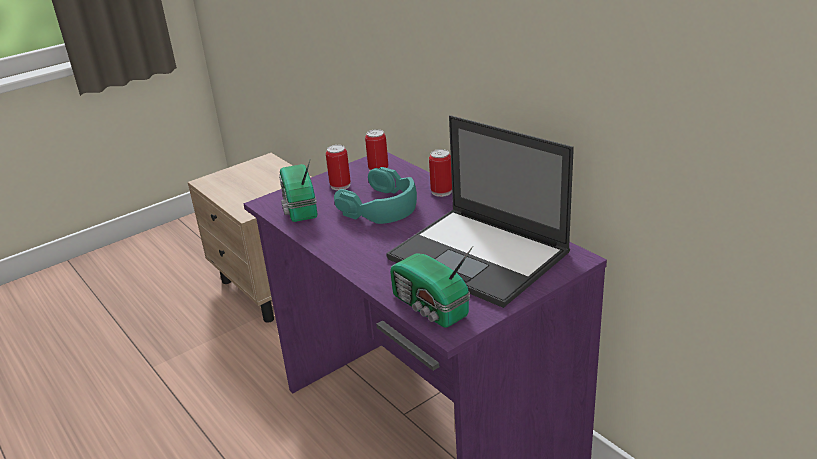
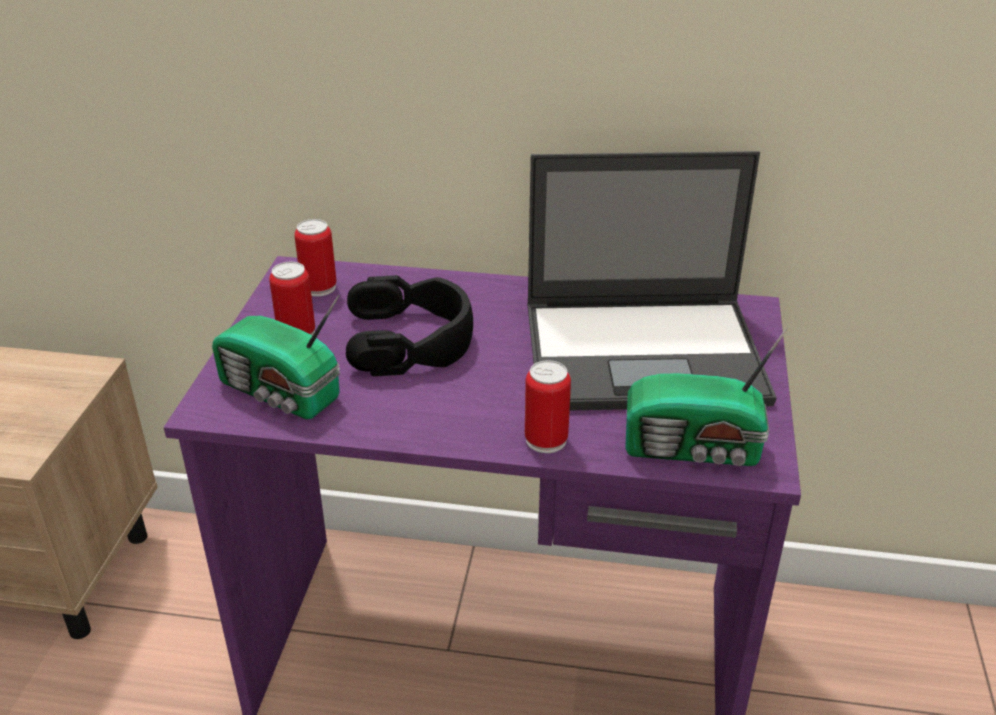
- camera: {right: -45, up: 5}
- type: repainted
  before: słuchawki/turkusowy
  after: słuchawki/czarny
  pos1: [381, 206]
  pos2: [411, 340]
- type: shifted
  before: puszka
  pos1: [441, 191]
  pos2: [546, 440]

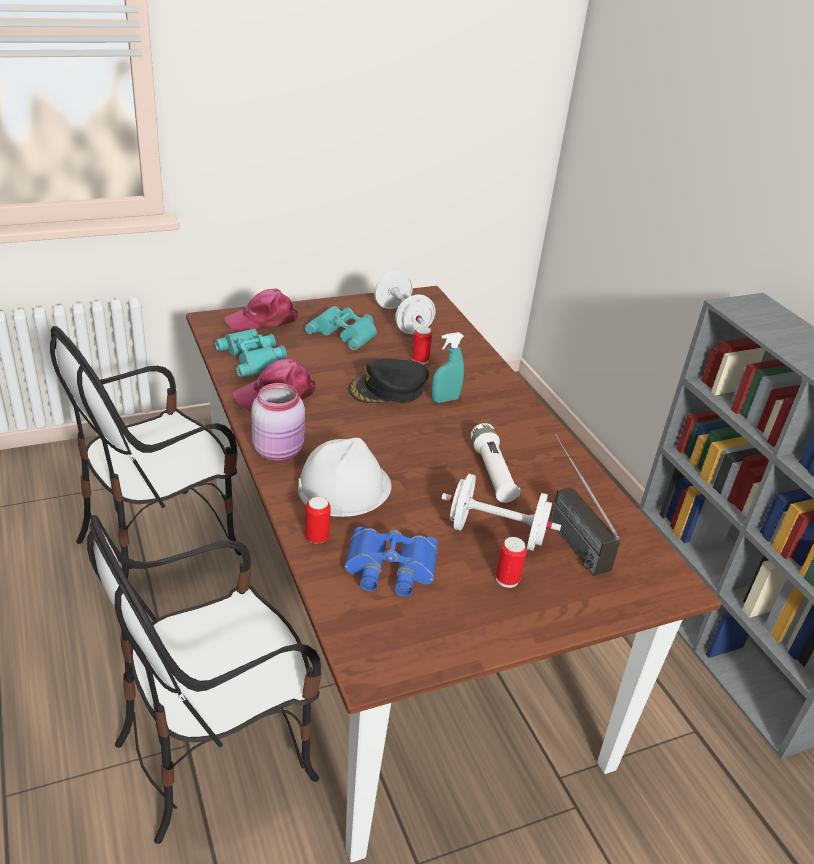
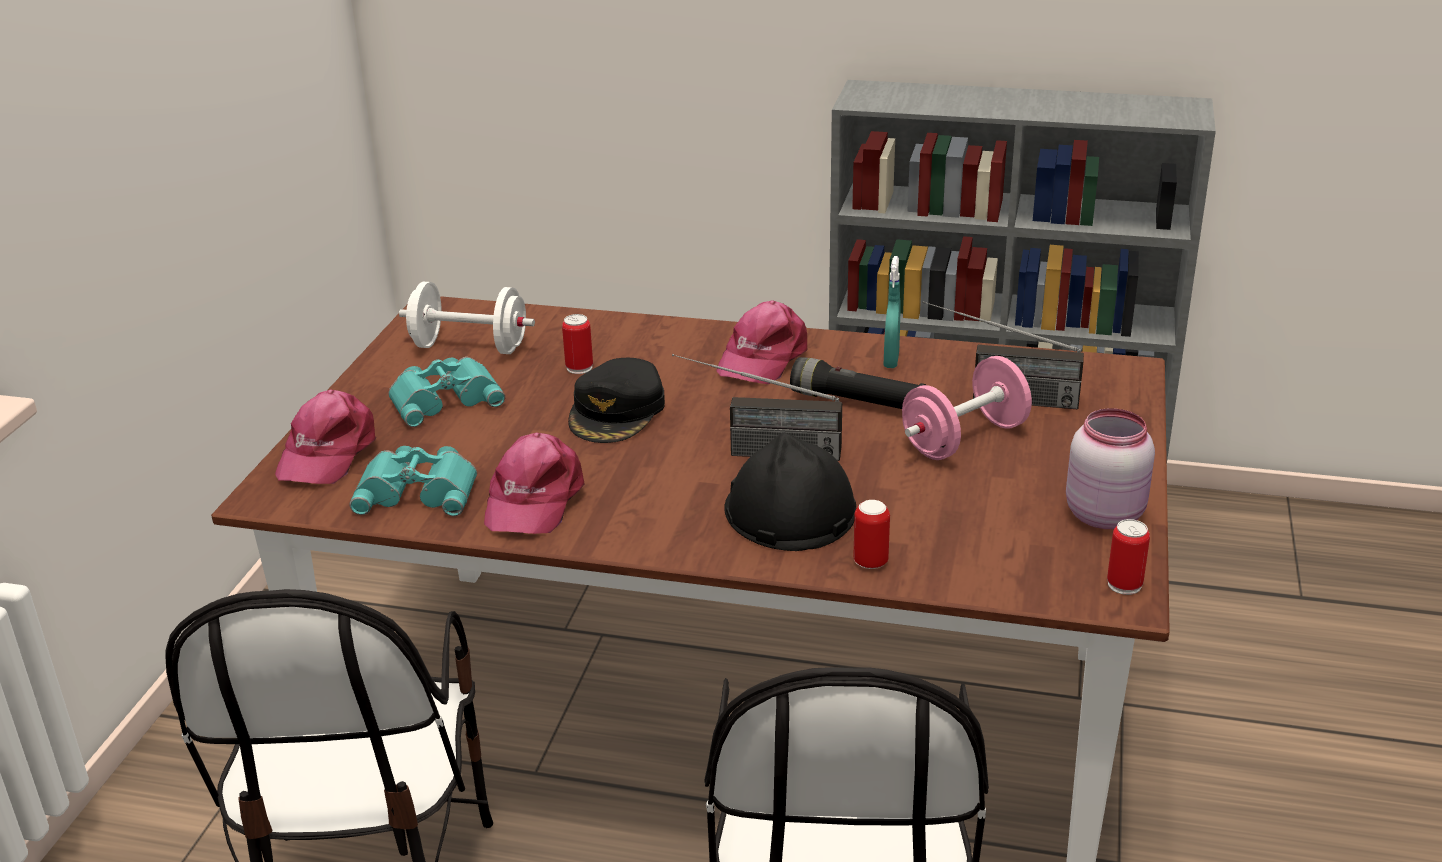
- camera: {right: -50, up: -5}
- type: new
  after: radio
  pos2: [756, 451]
- type: new
  after: czapka z daszkiem/różowy
  pos2: [762, 357]
- type: repainted
  before: kask/biały
  after: kask/czarny
  pos1: [344, 486]
  pos2: [789, 511]
- type: repainted
  before: latarka/biały
  after: latarka/czarny
  pos1: [492, 472]
  pos2: [857, 403]
- type: shifted
  before: spryskiwacz/turkusowy
  pos1: [445, 400]
  pos2: [891, 360]
- type: repainted
  before: hantel/biały
  after: hantel/różowy
  pos1: [496, 533]
  pos2: [964, 439]
- type: shifted
  before: słoik/różowy
  pos1: [279, 450]
  pos2: [1104, 513]
- type: shifted
  before: puszka
  pos1: [507, 579]
  pos2: [1124, 584]
- type: gone
  before: lornetka/niebieski
  pos1: [389, 568]

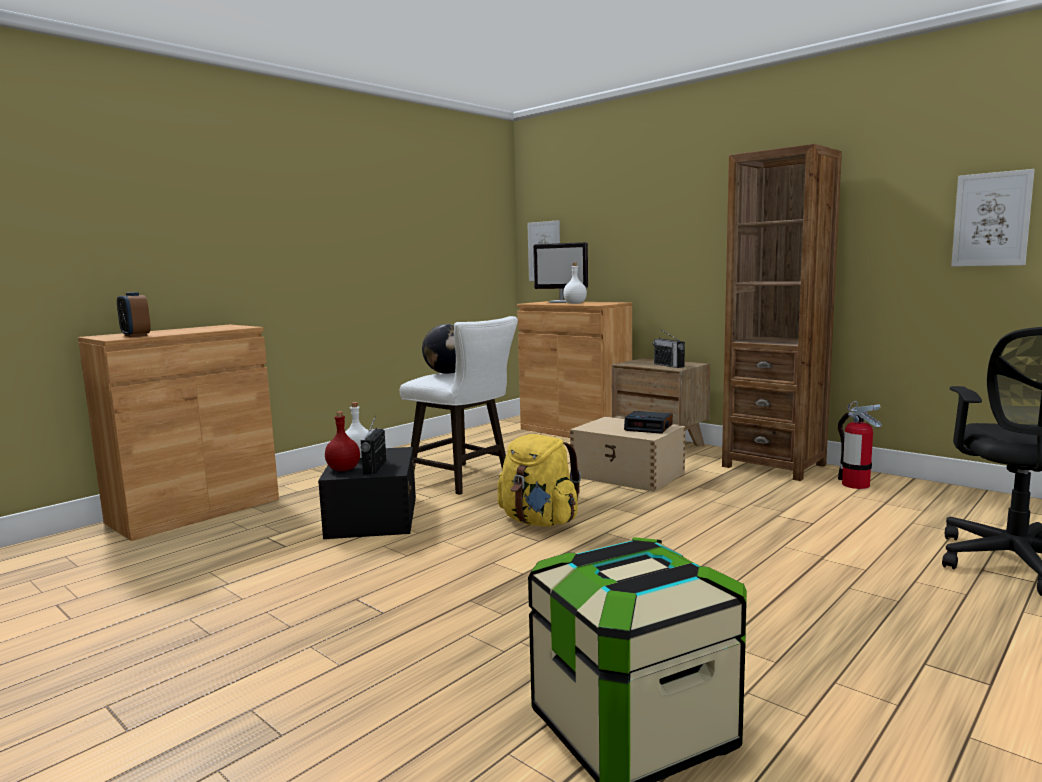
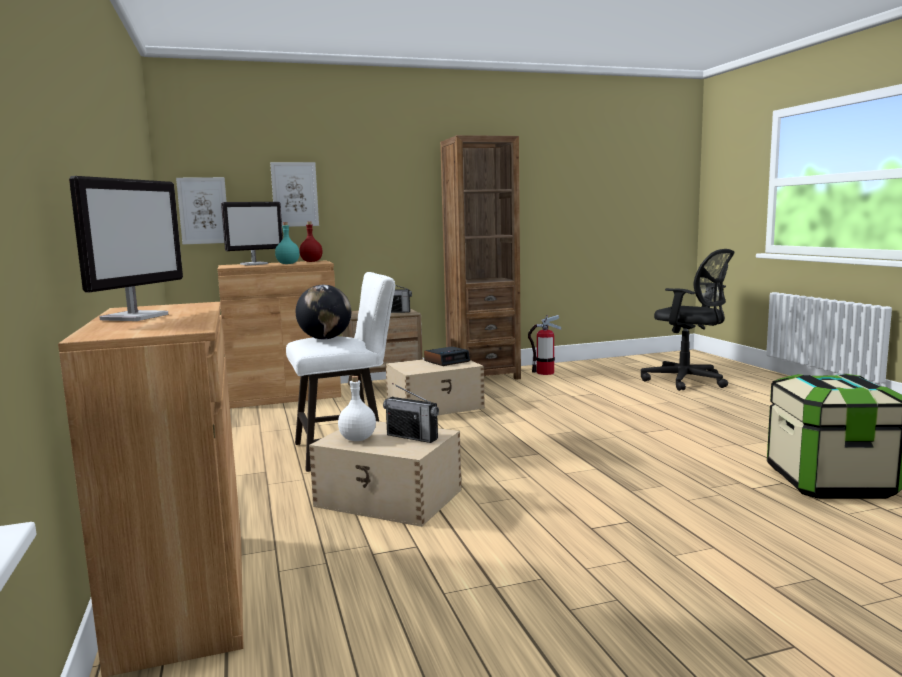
- camera: {right: -60, up: 0}
- type: new
  after: monitor
  pos2: [135, 317]
- type: shifted
  before: obraz
  pos1: [991, 219]
  pos2: [295, 194]
- type: repainted
  before: butelka/biały
  after: butelka/turkusowy
  pos1: [575, 303]
  pos2: [288, 264]
- type: shifted
  before: butelka/czerwony
  pos1: [343, 469]
  pos2: [312, 261]
- type: repainted
  before: pojemnik do przechowywania/czarny
  after: pojemnik do przechowywania/beżowy
  pos1: [372, 517]
  pos2: [389, 498]
- type: gone
  before: budzik
  pos1: [135, 335]
- type: gone
  before: plecak/żółty
  pos1: [539, 521]

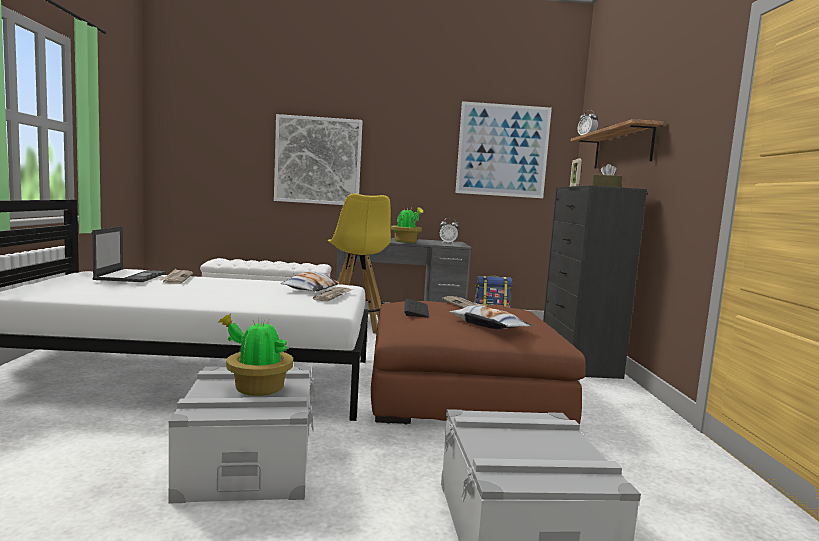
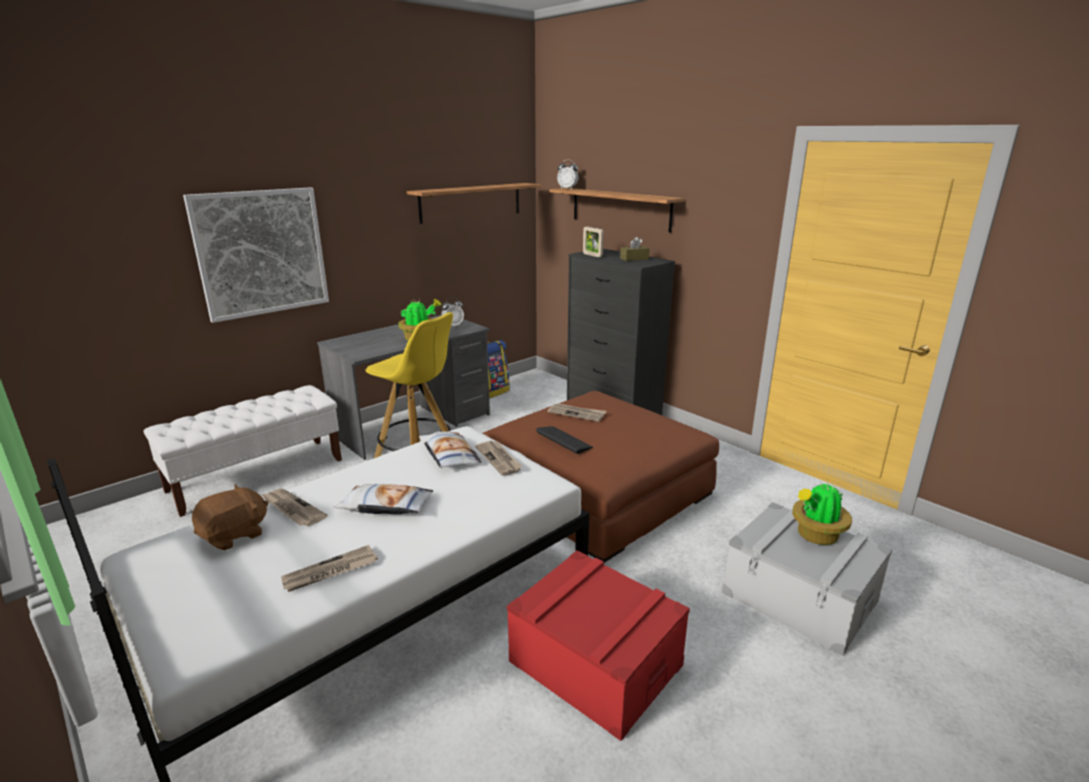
- camera: {right: -40, up: 15}
- type: swapped
  before: laptop
  after: pluszak/brązowy
  pos1: [131, 276]
  pos2: [234, 535]
- type: new
  after: gazeta
  pos2: [330, 572]
- type: shifted
  before: poduszka
  pos1: [489, 325]
  pos2: [385, 506]
- type: swapped
  before: obraz
  after: półka
  pos1: [502, 150]
  pos2: [471, 202]
- type: repainted
  before: pojemnik do przechowywania/szary
  after: pojemnik do przechowywania/czerwony
  pos1: [248, 461]
  pos2: [595, 663]
- type: shifted
  before: roślina doniczkowa
  pos1: [257, 389]
  pos2: [816, 536]

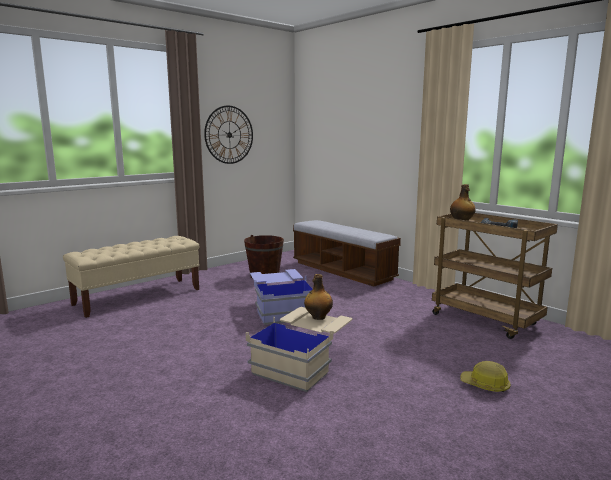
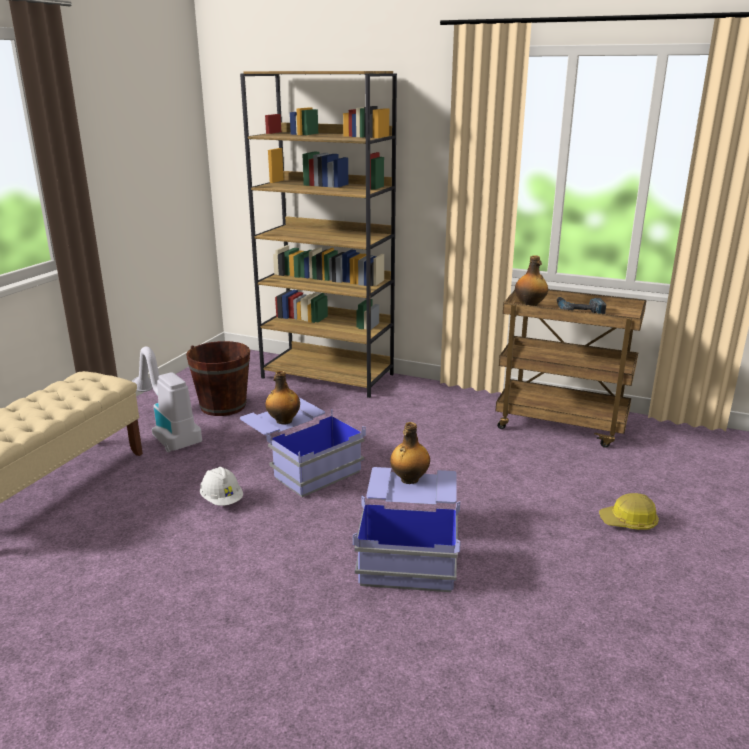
- camera: {right: -25, up: 10}
- type: new
  after: odkurzacz
  pos2: [168, 433]
- type: new
  after: kask/biały
  pos2: [222, 500]
- type: swapped
  before: ławka
  after: regał/brązowy
  pos1: [342, 271]
  pos2: [328, 376]
- type: new
  after: butelka
  pos2: [283, 421]
- type: repainted
  before: pojemnik do przechowywania/beżowy
  after: pojemnik do przechowywania/niebieski
  pos1: [303, 363]
  pos2: [409, 549]
- type: gone
  before: zegar ścienny
  pos1: [229, 135]

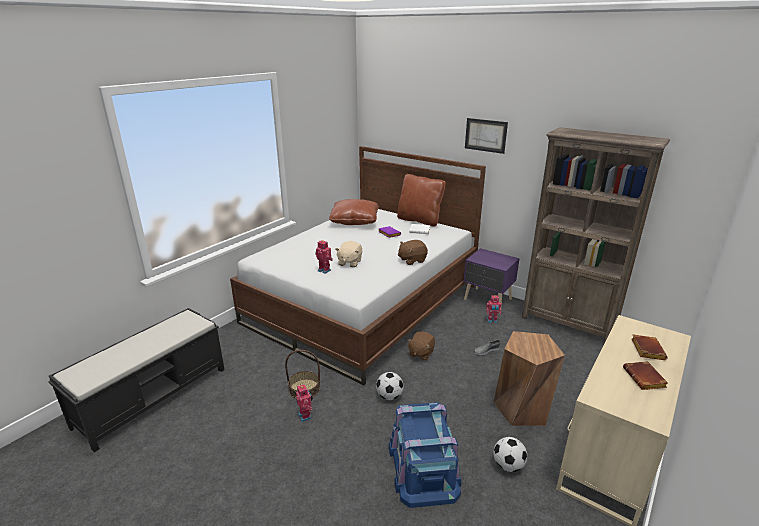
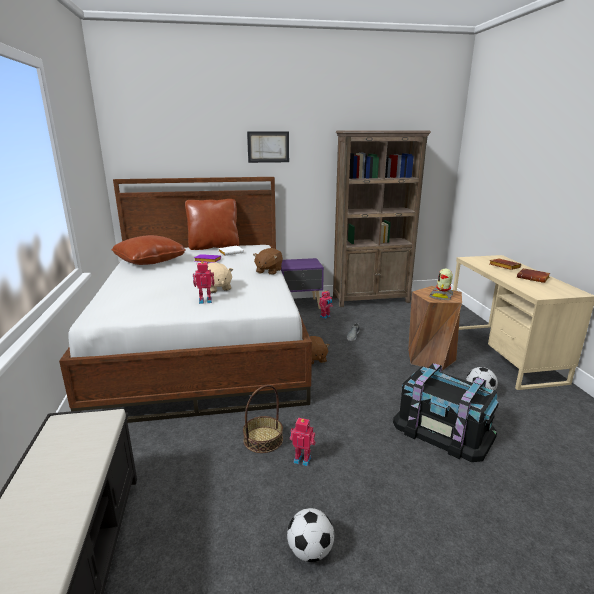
- camera: {right: -45, up: -5}
- type: shifted
  before: piłka futbolowa
  pos1: [389, 396]
  pos2: [310, 551]
- type: repainted
  before: pojemnik do przechowywania/niebieski
  after: pojemnik do przechowywania/czarny
  pos1: [423, 466]
  pos2: [443, 429]
- type: new
  after: robot zabawkowy
  pos2: [441, 296]

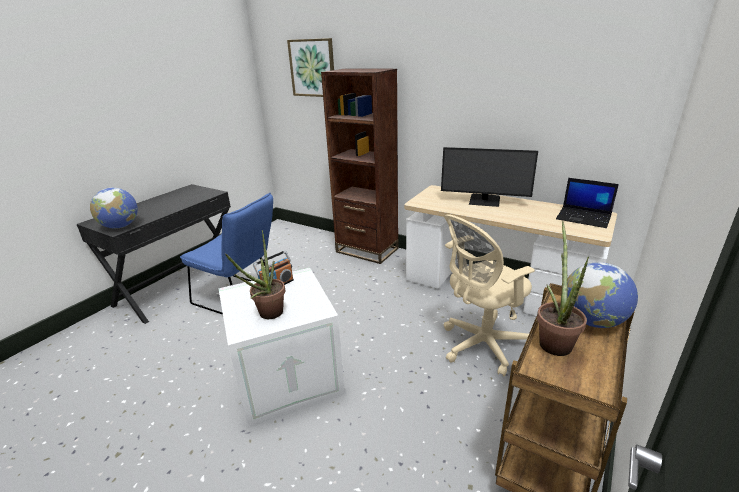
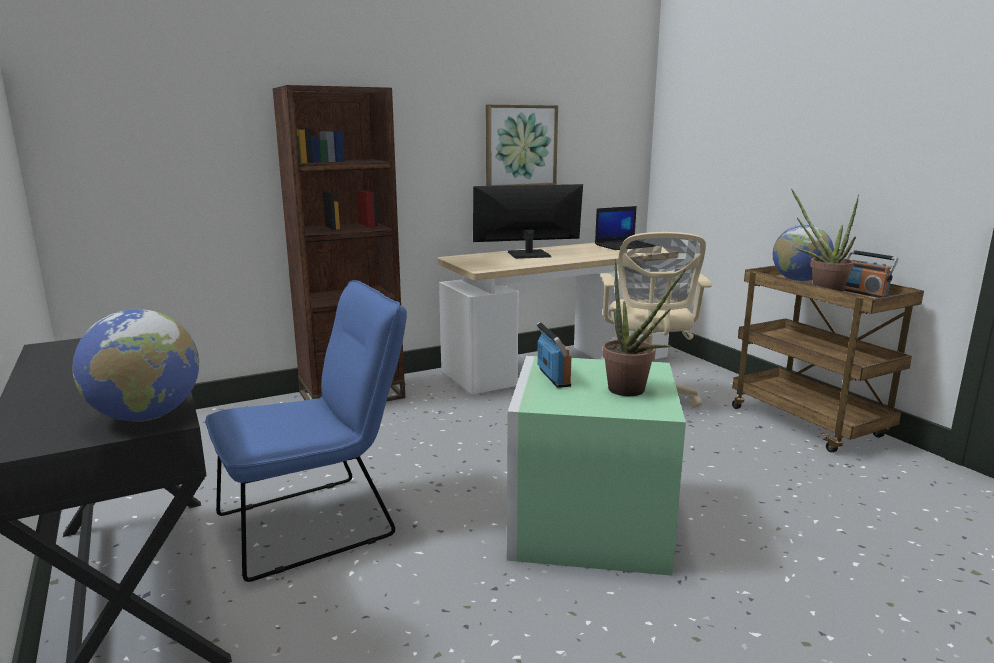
- camera: {right: -60, up: -10}
- type: rotated
  before: monitor
  pos1: [484, 201]
  pos2: [528, 254]
  turn: -150
- type: shifted
  before: obraz
  pos1: [312, 68]
  pos2: [520, 146]
- type: repainted
  before: pojemnik do przechowywania/biały
  after: pojemnik do przechowywania/zielony
  pos1: [288, 374]
  pos2: [587, 521]
- type: new
  after: radio
  pos2: [864, 293]

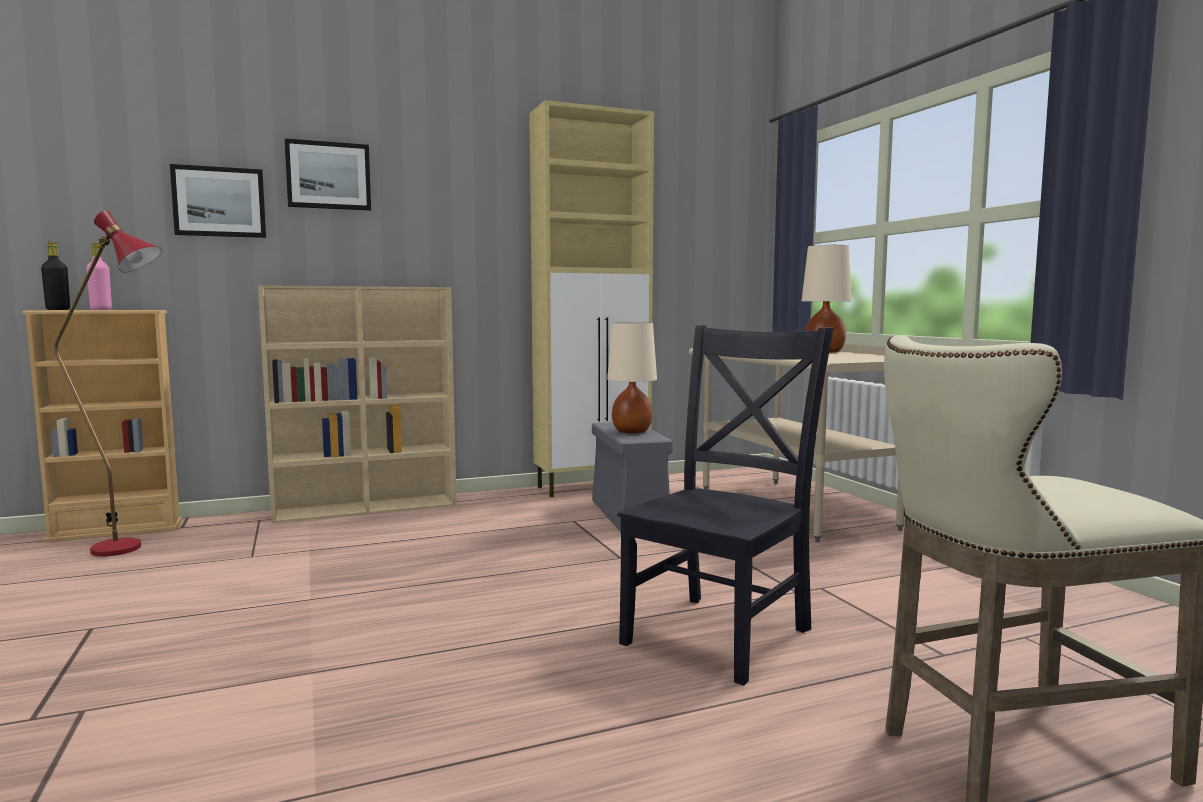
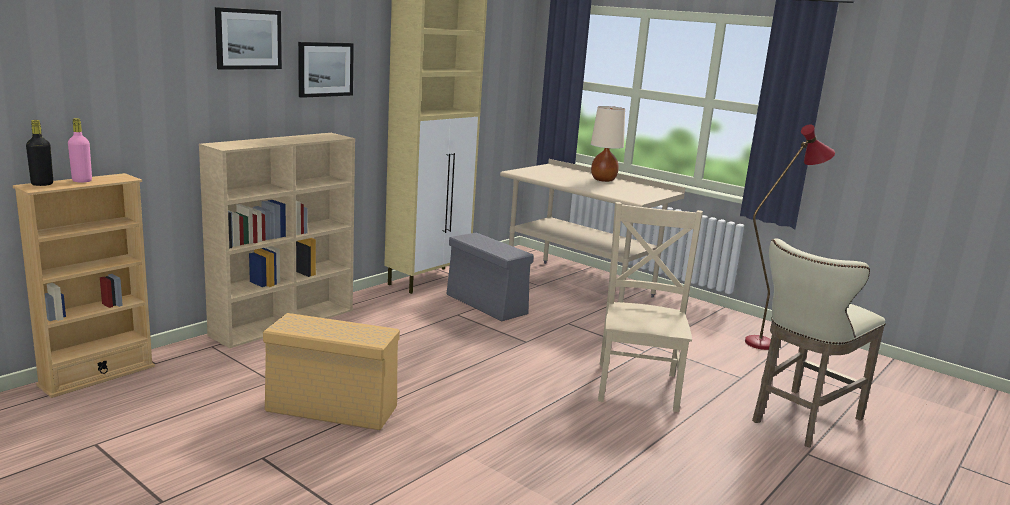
- camera: {right: -30, up: 10}
- type: new
  after: pojemnik do przechowywania/beżowy
  pos2: [329, 409]
- type: shifted
  before: obraz
  pos1: [219, 202]
  pos2: [325, 69]
- type: repainted
  before: krzesło/czarny
  after: krzesło/beżowy
  pos1: [722, 633]
  pos2: [638, 384]
- type: shifted
  before: lampa stojąca/czerwony
  pos1: [132, 549]
  pos2: [767, 342]
- type: gone
  before: lampa stołowa/beżowy
  pos1: [632, 431]

